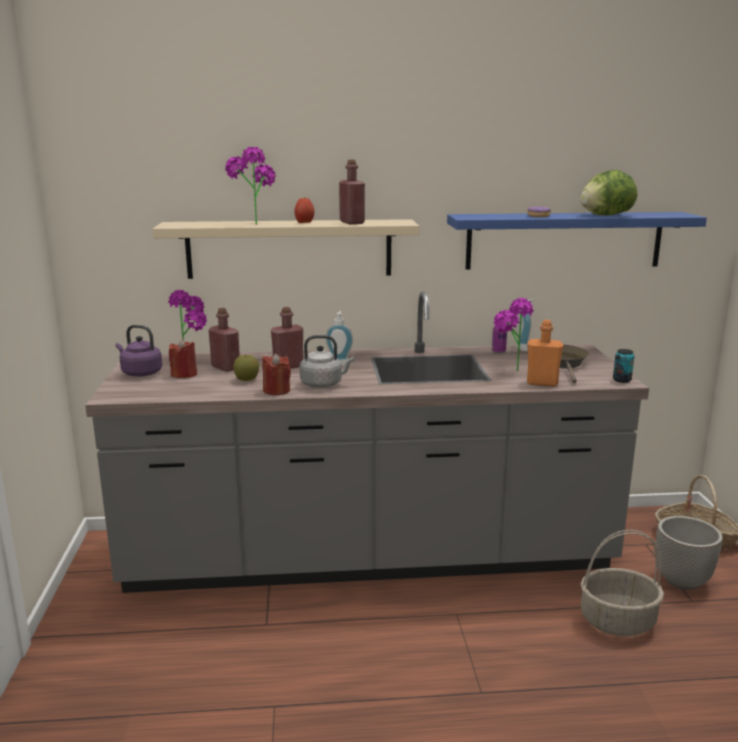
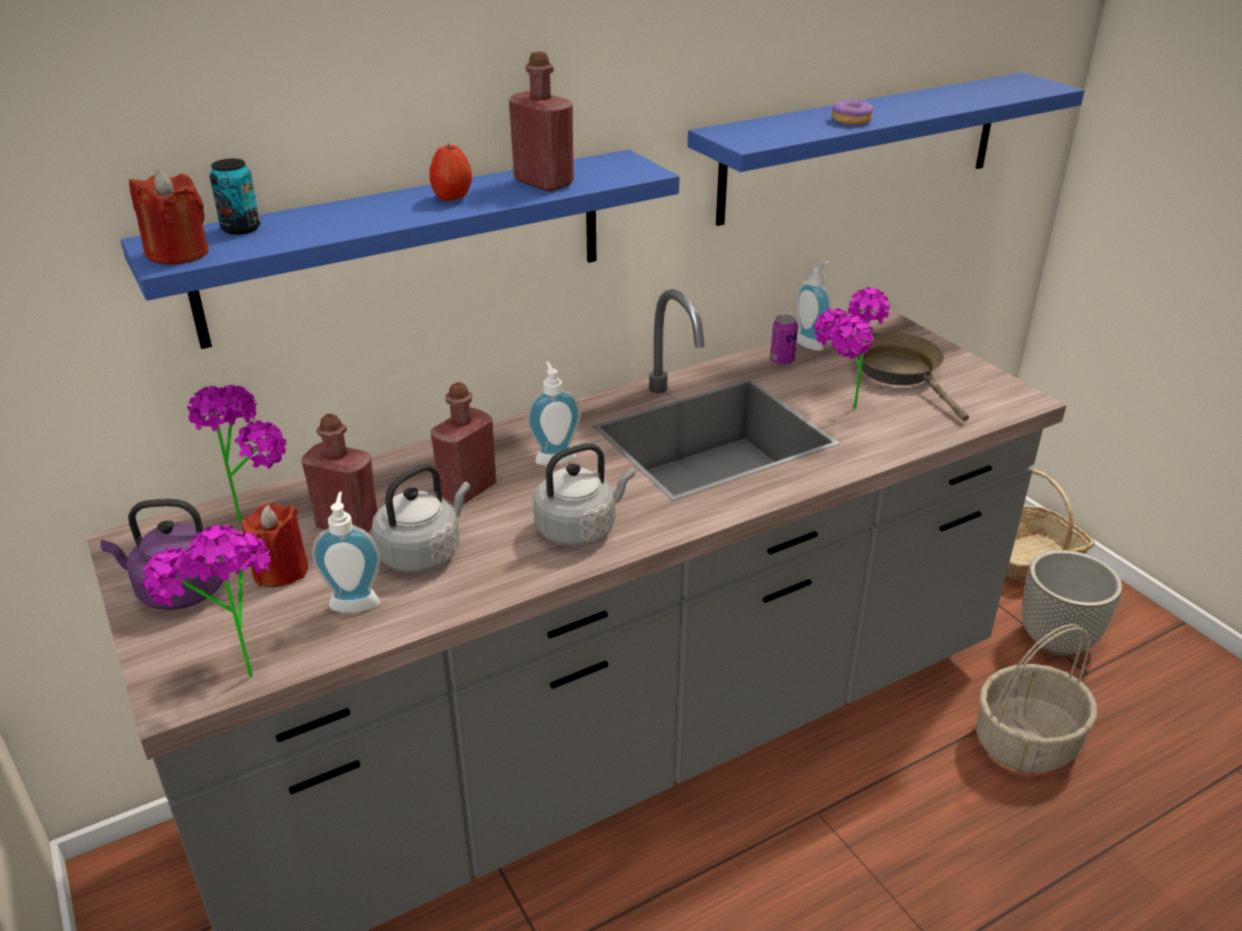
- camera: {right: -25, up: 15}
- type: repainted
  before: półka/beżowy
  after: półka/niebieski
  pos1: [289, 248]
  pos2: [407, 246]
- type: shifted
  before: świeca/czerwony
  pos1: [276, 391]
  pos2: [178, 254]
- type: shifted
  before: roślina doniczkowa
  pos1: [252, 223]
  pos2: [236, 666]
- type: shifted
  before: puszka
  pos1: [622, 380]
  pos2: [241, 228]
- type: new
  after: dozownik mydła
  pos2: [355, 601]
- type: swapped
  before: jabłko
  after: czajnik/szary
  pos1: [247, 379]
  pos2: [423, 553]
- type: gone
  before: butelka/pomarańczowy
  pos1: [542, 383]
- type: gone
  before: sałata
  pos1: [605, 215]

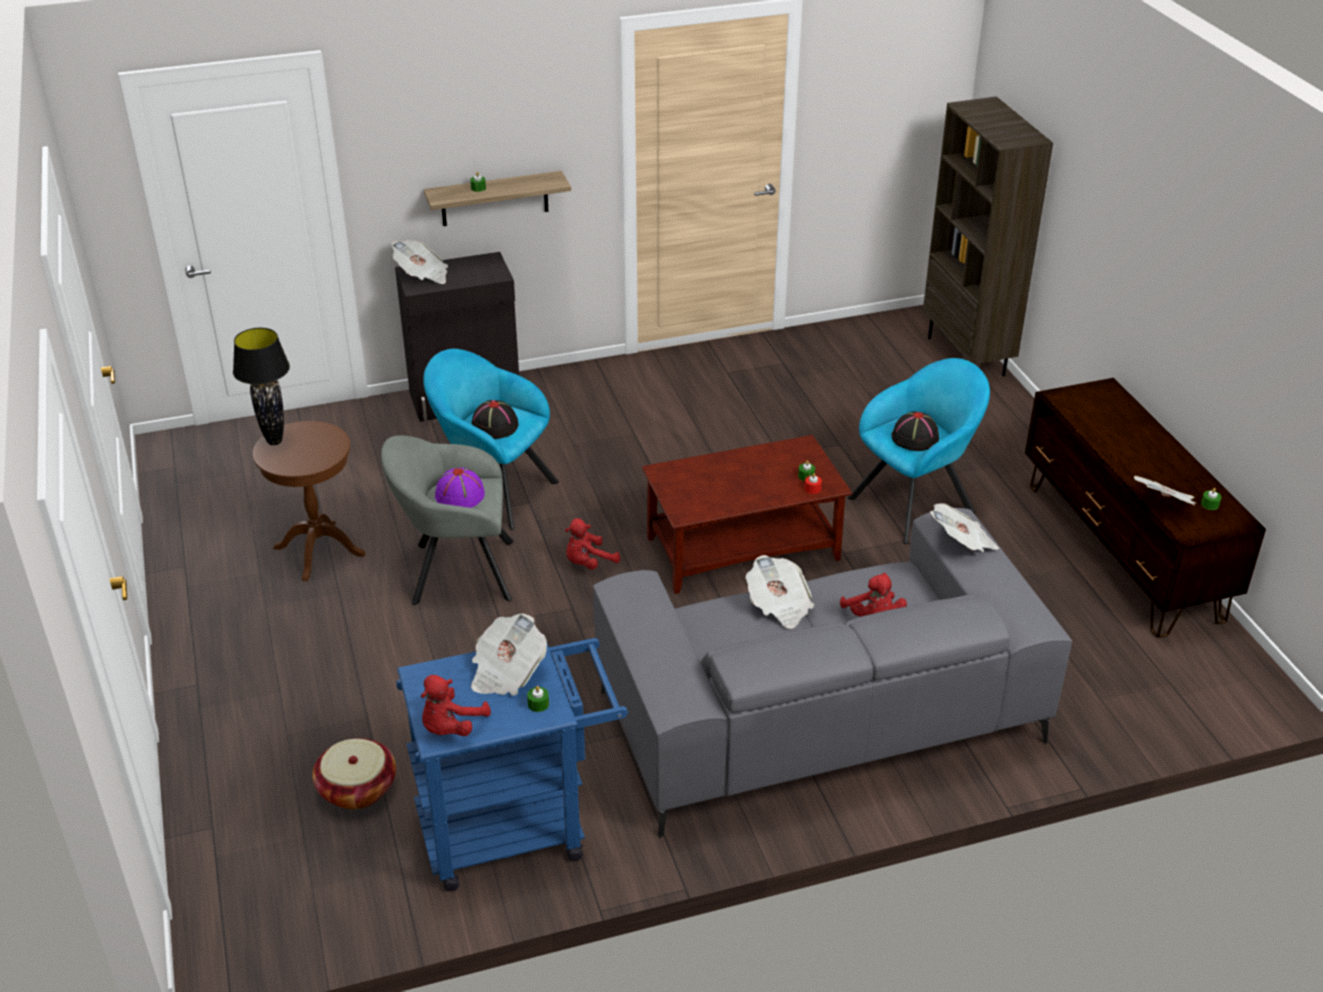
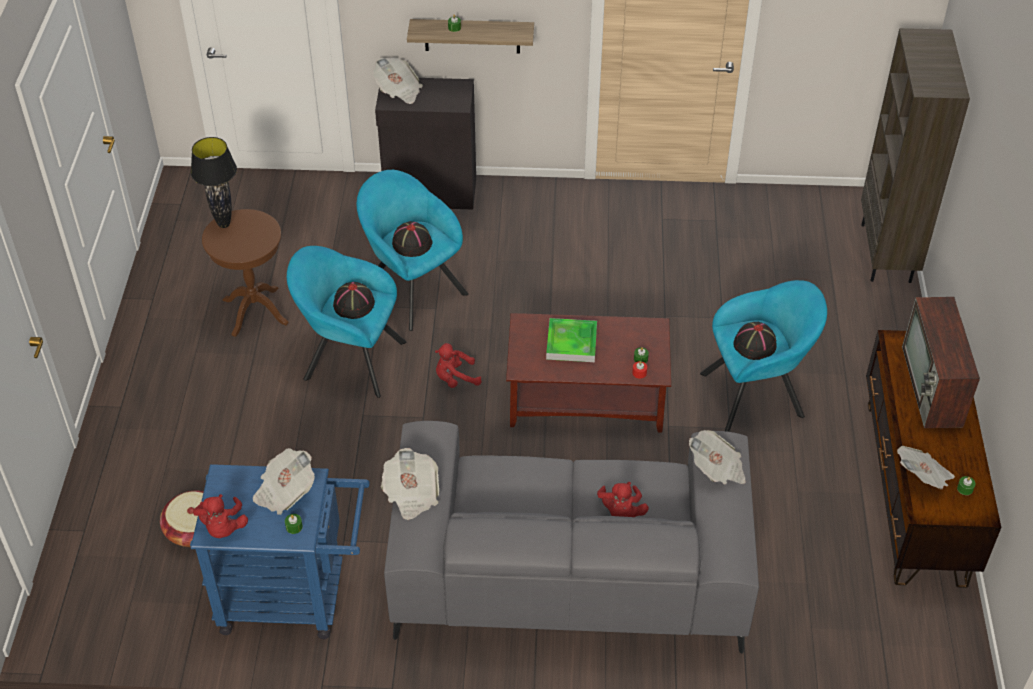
- camera: {right: 20, up: 10}
- type: rotated
  before: pluszak/czerwony
  pos1: [451, 727]
  pos2: [223, 527]
  turn: -60
- type: repainted
  before: fotel/szary
  after: fotel/turkusowy
  pos1: [456, 571]
  pos2: [349, 359]
- type: repainted
  before: kapelusz/fioletowy
  after: kapelusz/czarny
  pos1: [460, 495]
  pos2: [354, 304]
- type: shifted
  before: gazeta
  pos1: [779, 606]
  pos2: [411, 494]
- type: new
  after: taca
  pos2: [571, 343]
- type: new
  after: telewizor
  pos2: [933, 388]

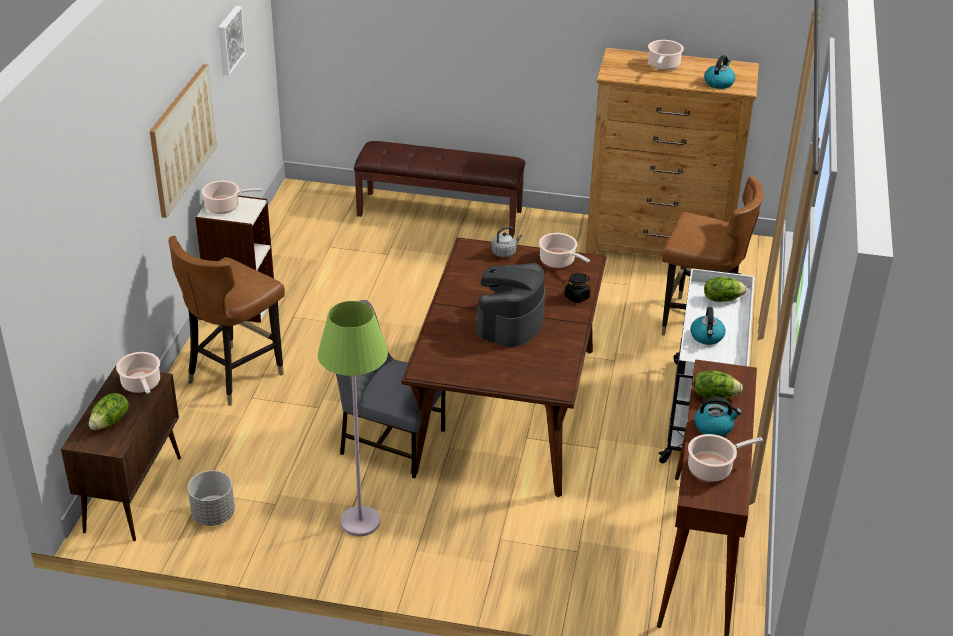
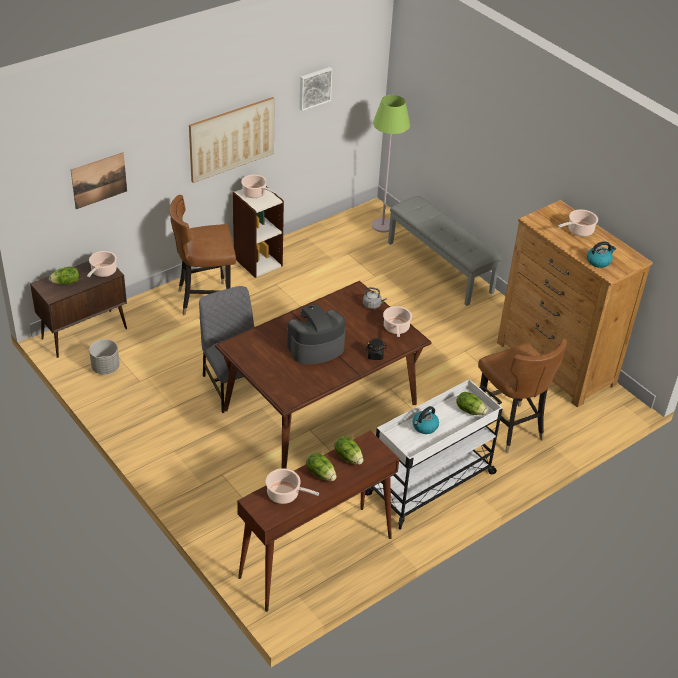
- camera: {right: 40, up: 5}
- type: new
  after: obraz
  pos2: [99, 180]
- type: swapped
  before: czajnik
  after: sałata
  pos1: [714, 427]
  pos2: [321, 473]
- type: shifted
  before: lampa stojąca/zielony
  pos1: [360, 522]
  pos2: [382, 225]
- type: repainted
  before: ławka/brązowy
  after: ławka/szary
  pos1: [440, 213]
  pos2: [440, 267]

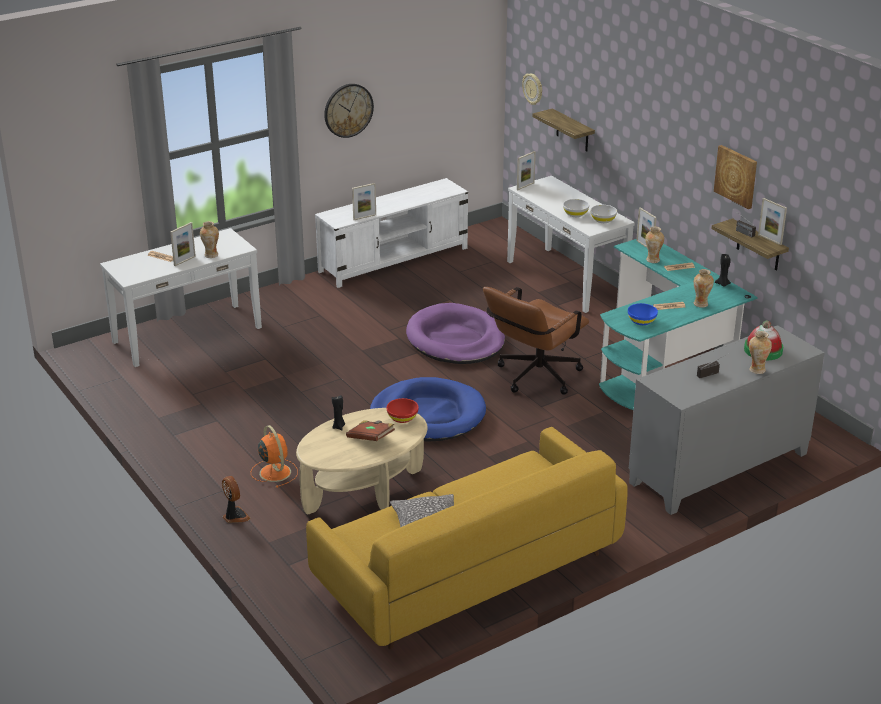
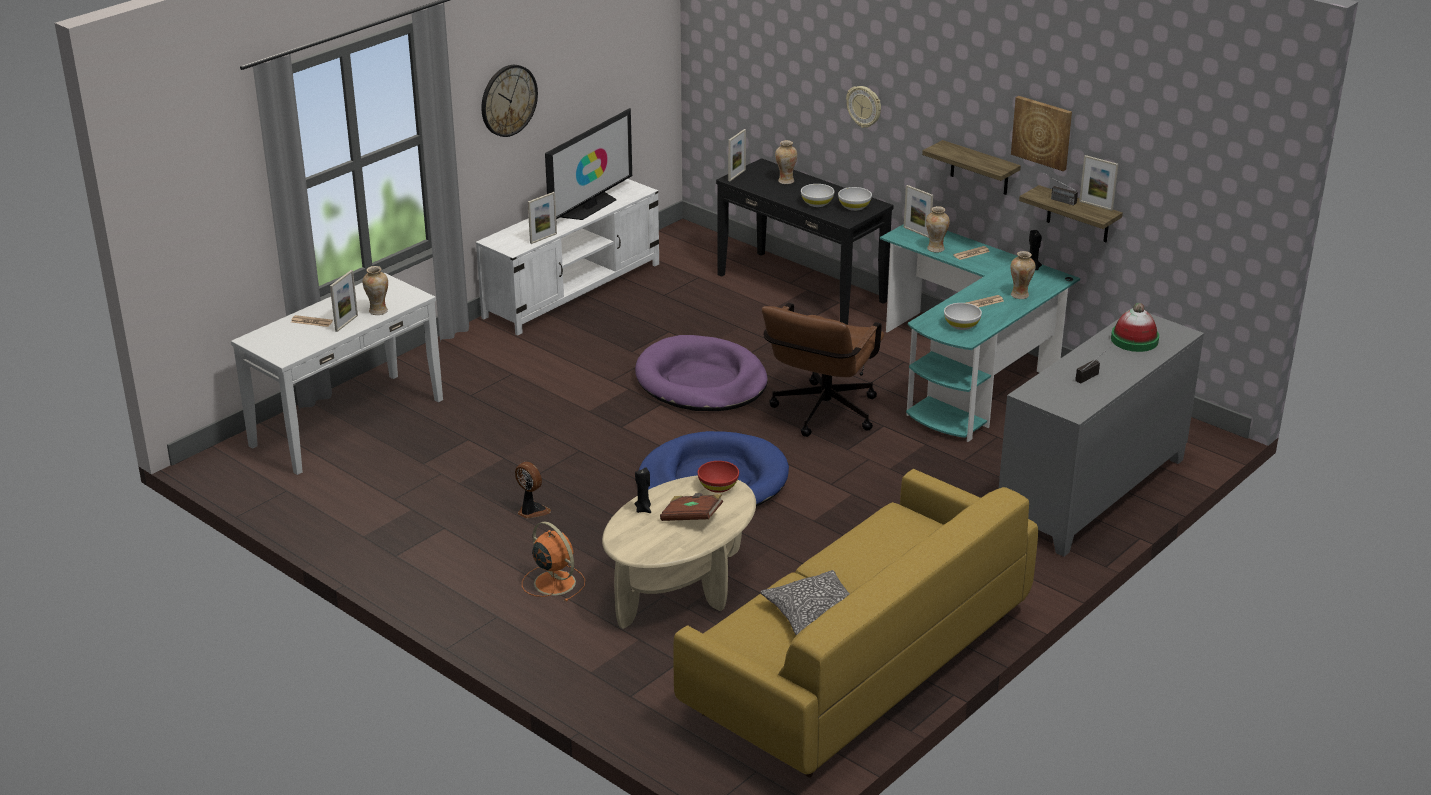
- camera: {right: -15, up: 0}
- type: shifted
  before: wentylator
  pos1: [235, 516]
  pos2: [531, 511]
- type: new
  after: telewizor
  pos2: [590, 207]
- type: repainted
  before: stolik konsolowy/biały
  after: stolik konsolowy/czarny
  pos1: [566, 279]
  pos2: [801, 288]
- type: shifted
  before: wazon
  pos1: [757, 370]
  pos2: [785, 181]
- type: shifted
  before: zegar ścienny
  pos1: [533, 89]
  pos2: [864, 106]
- type: shifted
  before: półka
  pos1: [572, 131]
  pos2: [979, 168]
- type: repainted
  before: miska/niebieski
  after: miska/biały
  pos1: [641, 321]
  pos2: [961, 325]

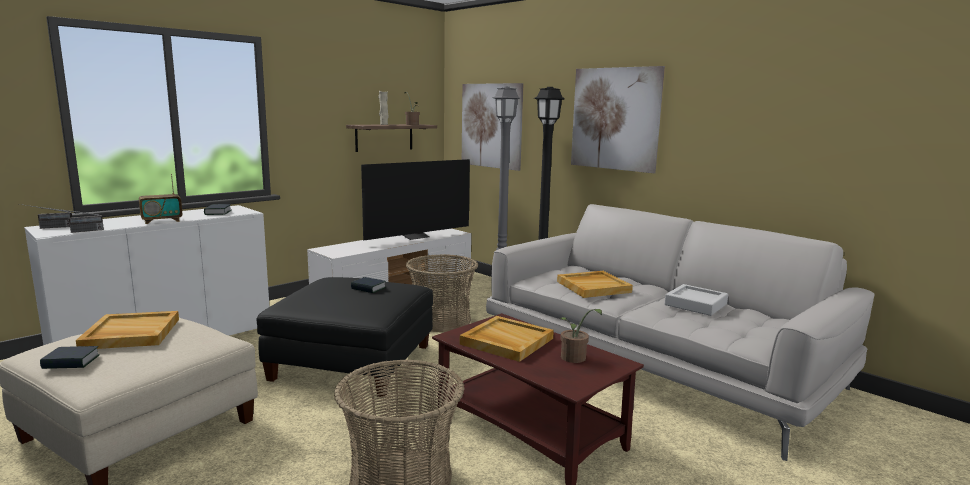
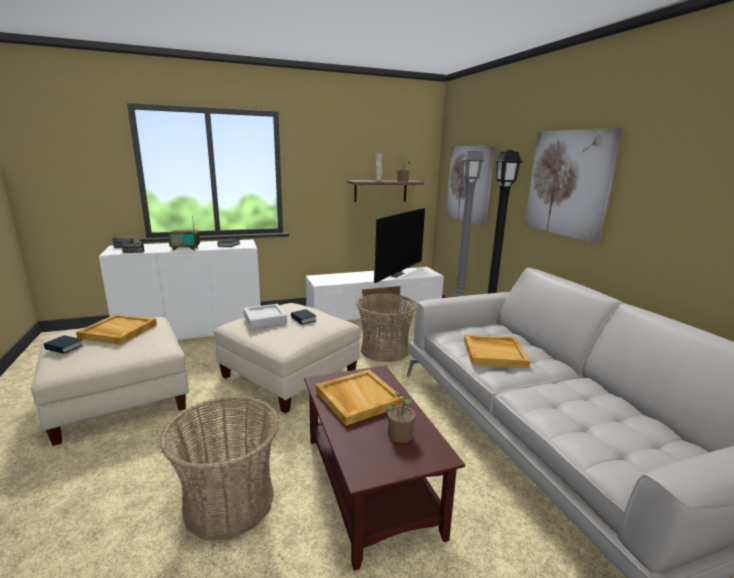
- camera: {right: 25, up: 5}
- type: repainted
  before: pufa/czarny
  after: pufa/beżowy
  pos1: [353, 362]
  pos2: [290, 374]
- type: shifted
  before: taca/szary
  pos1: [695, 304]
  pos2: [265, 319]
- type: rotated
  before: telewizor
  pos1: [416, 237]
  pos2: [395, 274]
  turn: -45

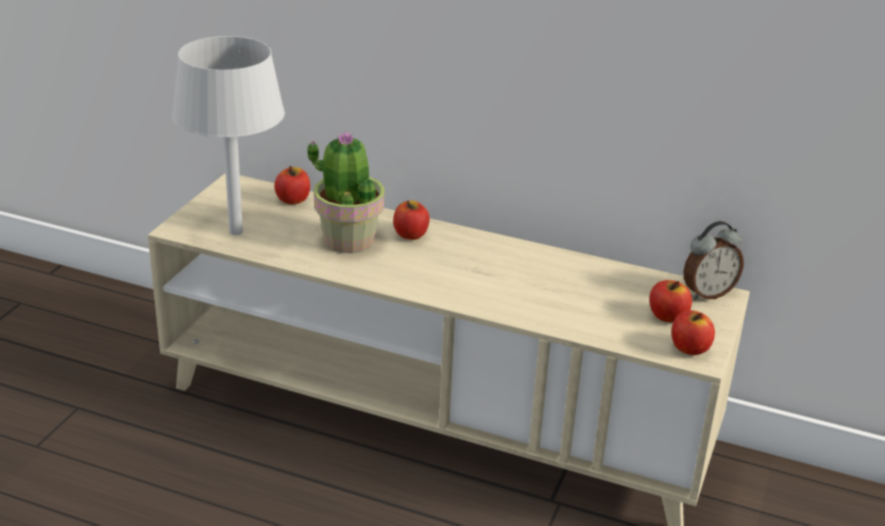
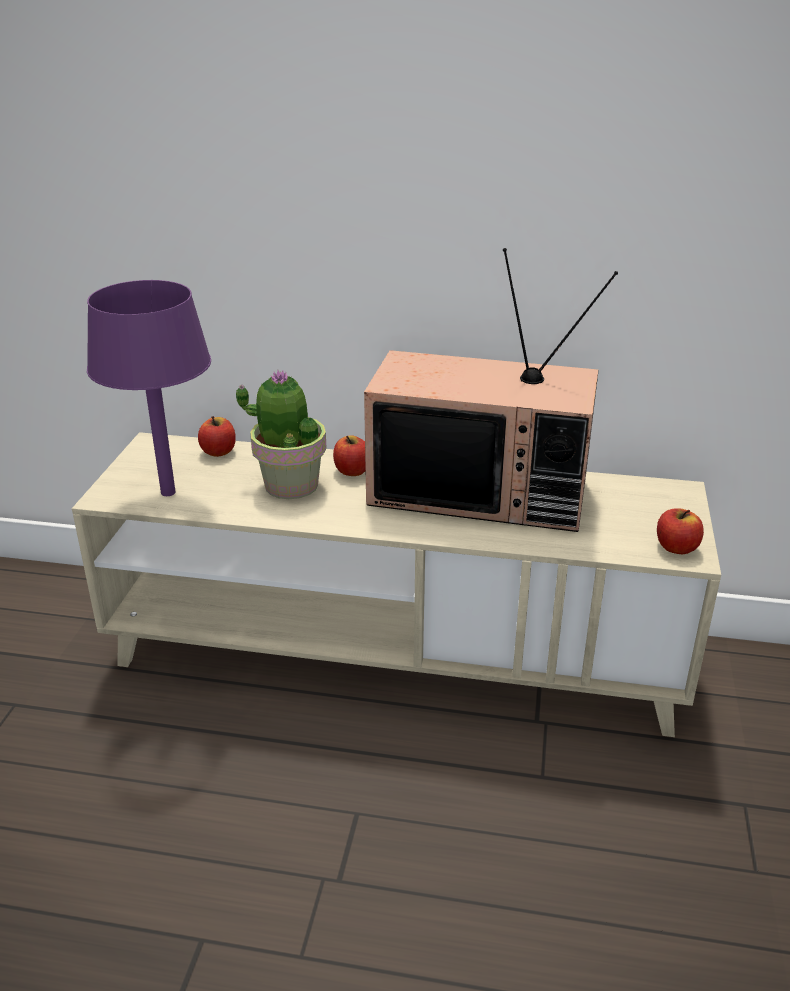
- camera: {right: -10, up: 0}
- type: repainted
  before: lampa stołowa/szary
  after: lampa stołowa/fioletowy
  pos1: [235, 232]
  pos2: [168, 493]
- type: new
  after: telewizor
  pos2: [482, 490]
- type: gone
  before: jabłko
  pos1: [667, 316]
- type: gone
  before: budzik
  pos1: [707, 293]

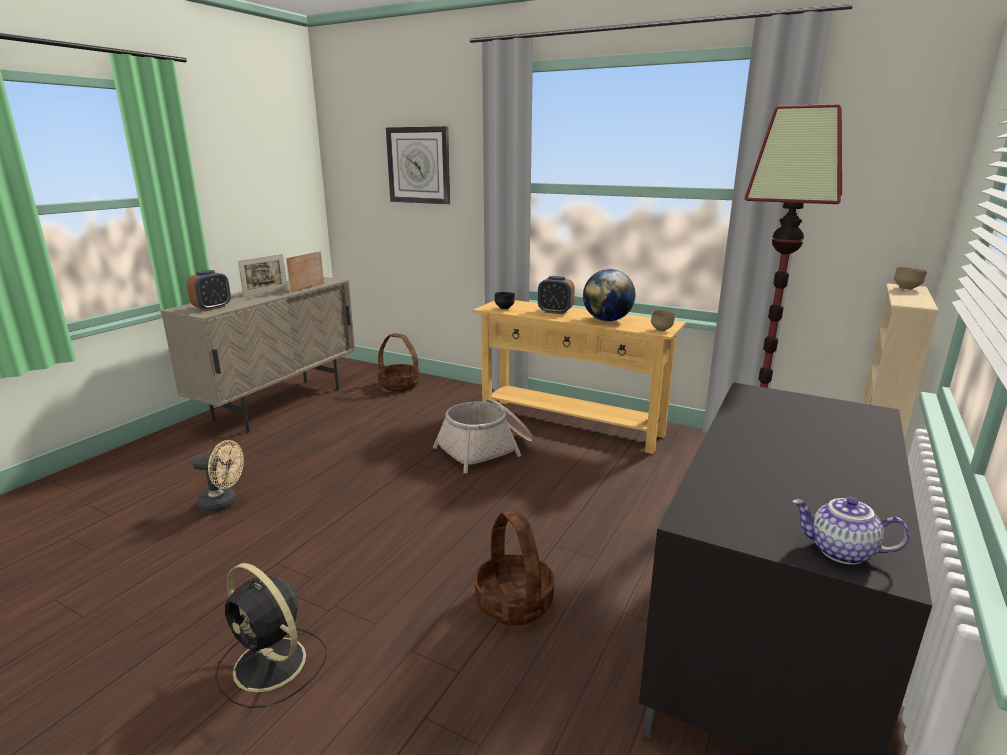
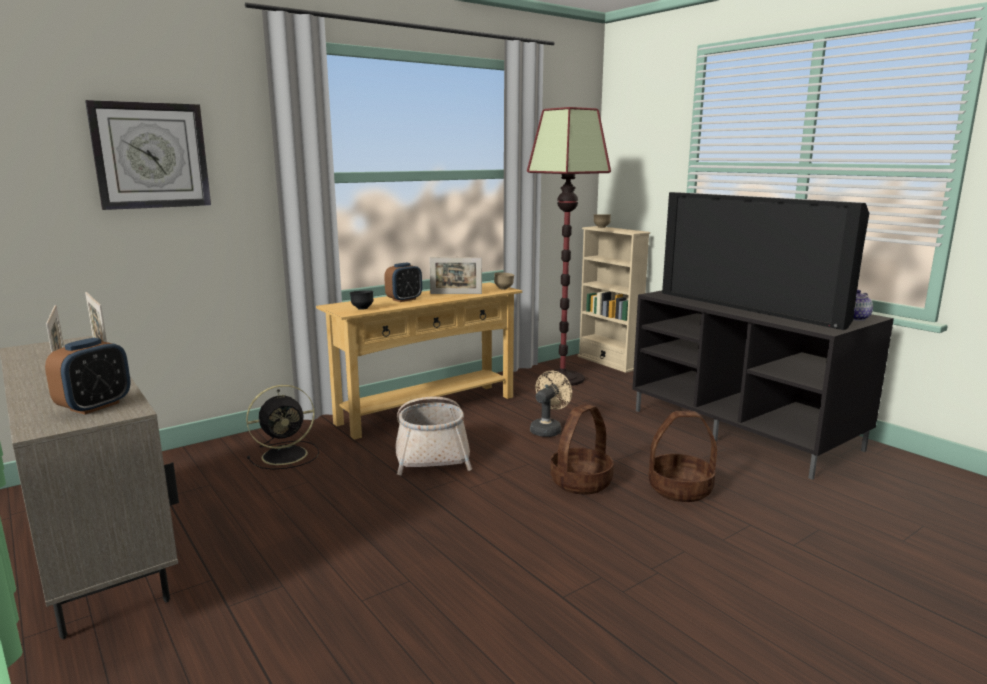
- camera: {right: -65, up: -5}
- type: rotated
  before: budzik
  pos1: [212, 308]
  pos2: [95, 406]
  turn: 60
- type: shifted
  before: wentylator/czarny
  pos1: [272, 665]
  pos2: [287, 455]
- type: swapped
  before: globus
  after: ramka na zdjęcie
  pos1: [607, 320]
  pos2: [456, 293]
- type: shifted
  before: wentylator/beżowy
  pos1: [224, 504]
  pos2: [548, 429]
- type: shifted
  before: koszyk
  pos1: [399, 385]
  pos2: [580, 482]
- type: new
  after: telewizor
  pos2: [750, 308]

